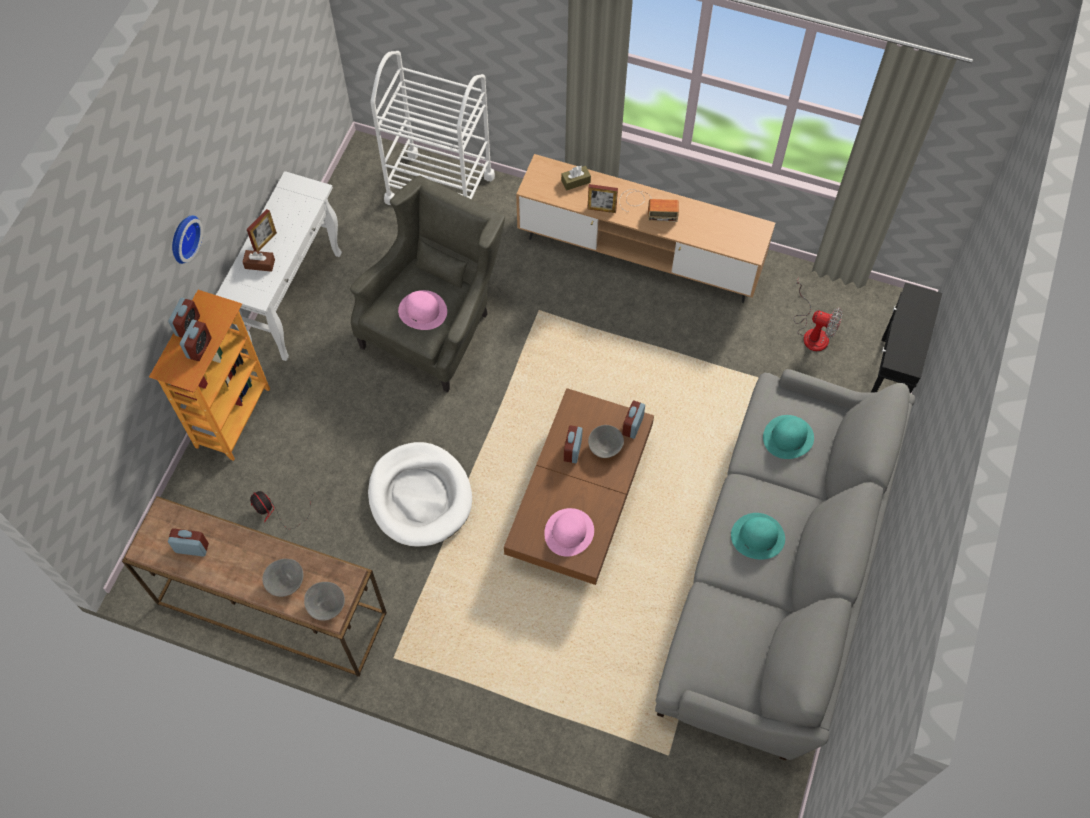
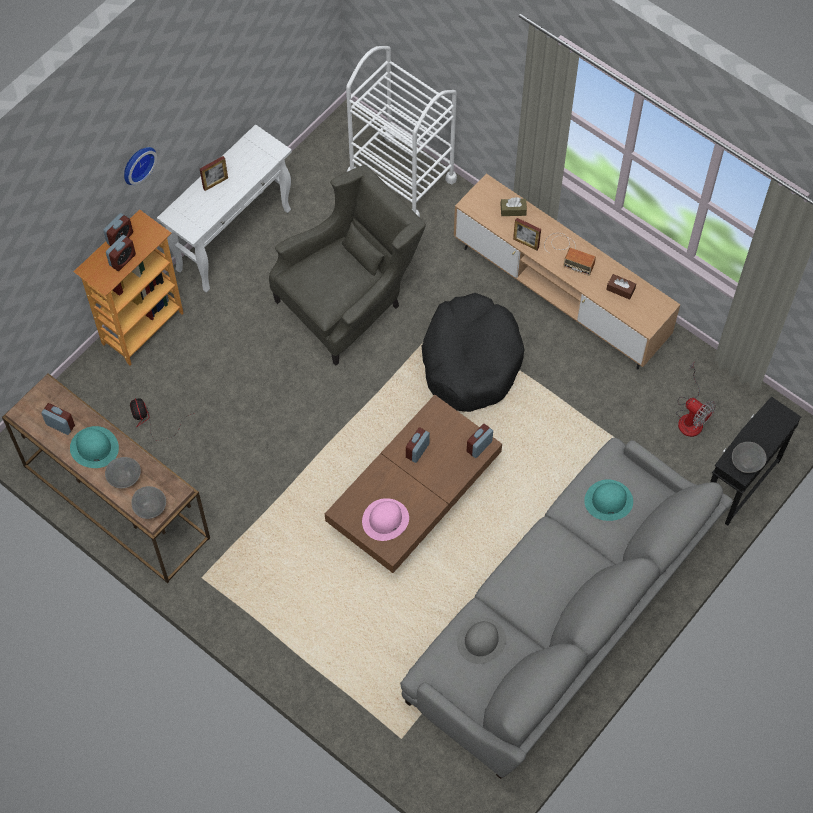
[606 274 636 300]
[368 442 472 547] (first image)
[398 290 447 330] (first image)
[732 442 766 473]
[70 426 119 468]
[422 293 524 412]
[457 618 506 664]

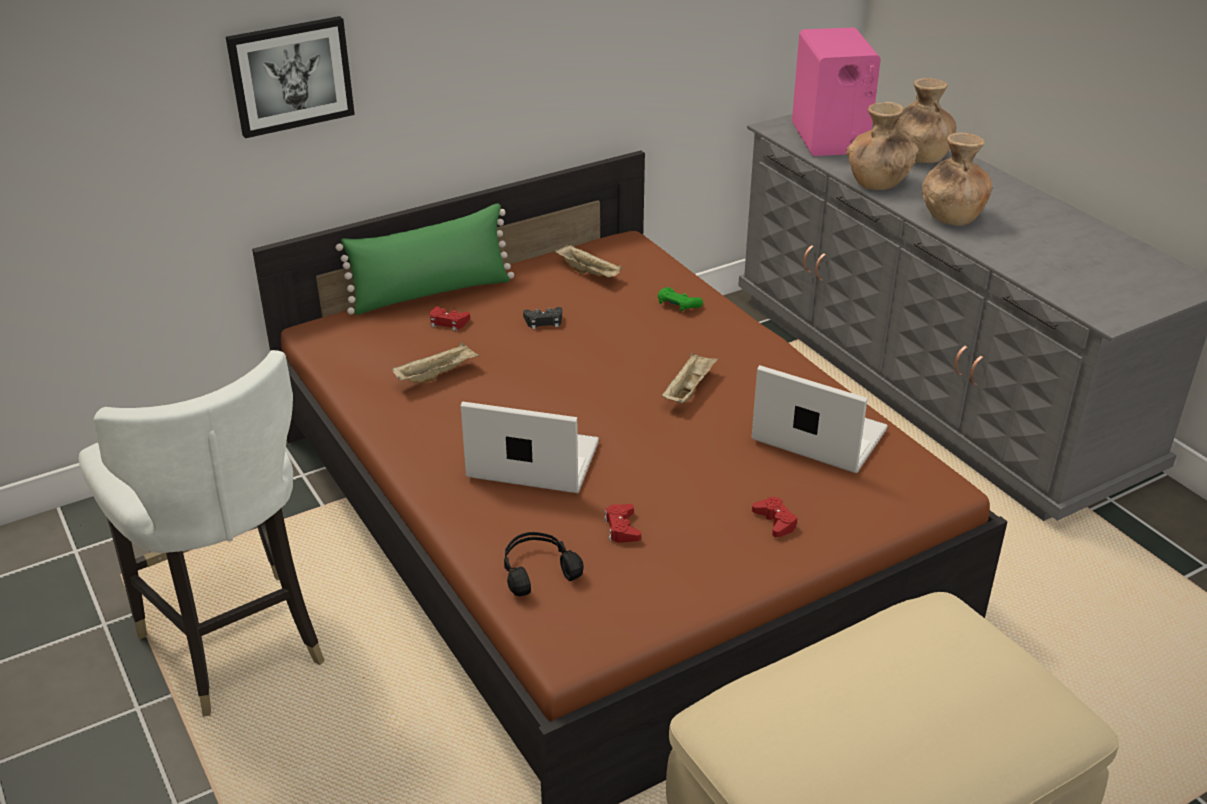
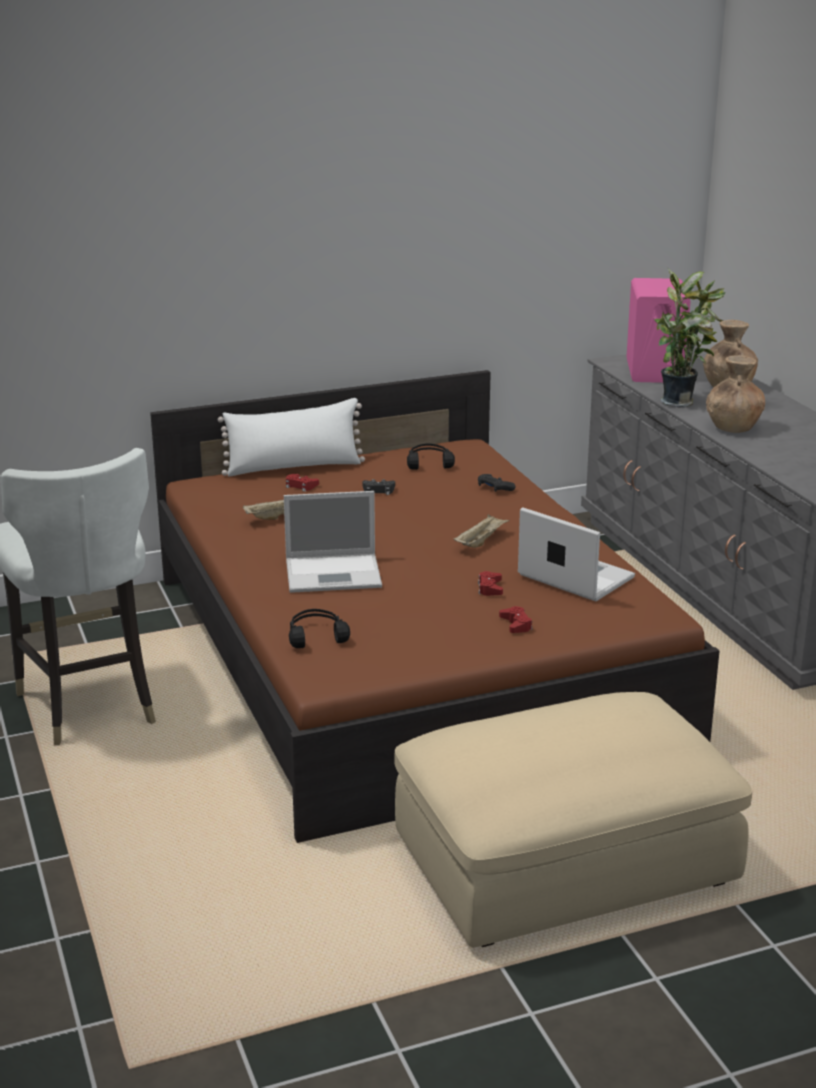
[226 16 355 138] (first image)
[218 398 365 476]
[284 491 382 593]
[407 443 455 470]
[478 571 503 596]
[478 474 515 492]
[654 267 726 407]

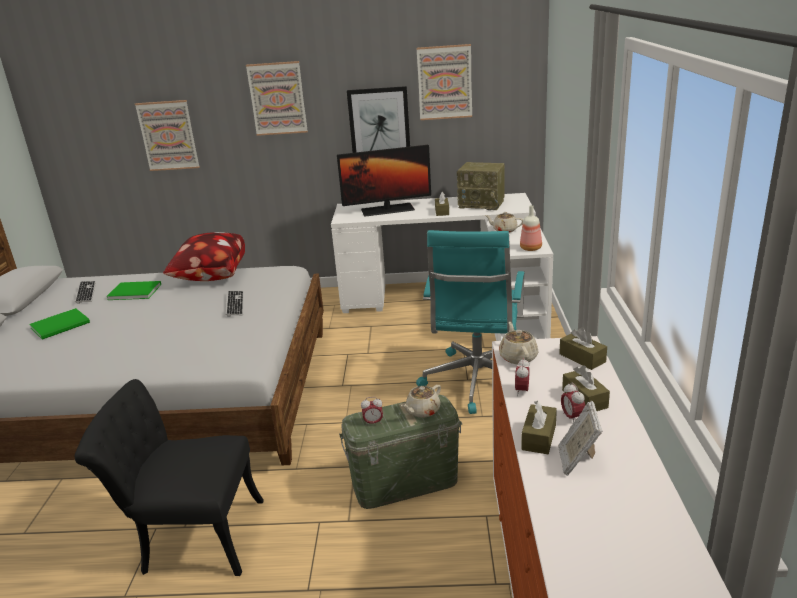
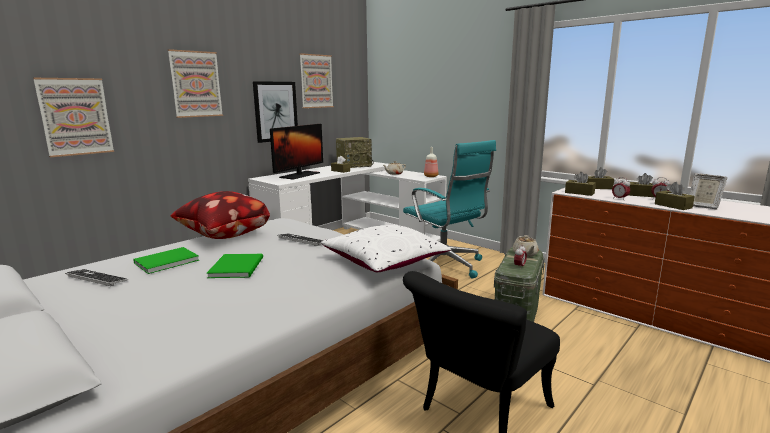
[207 254 263 278]
[565 172 596 196]
[321 225 451 272]

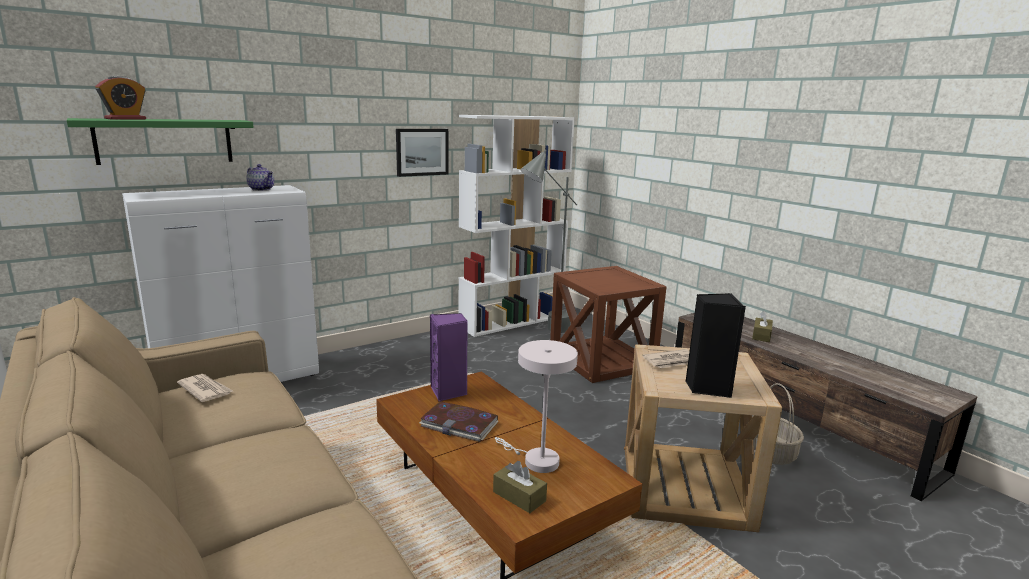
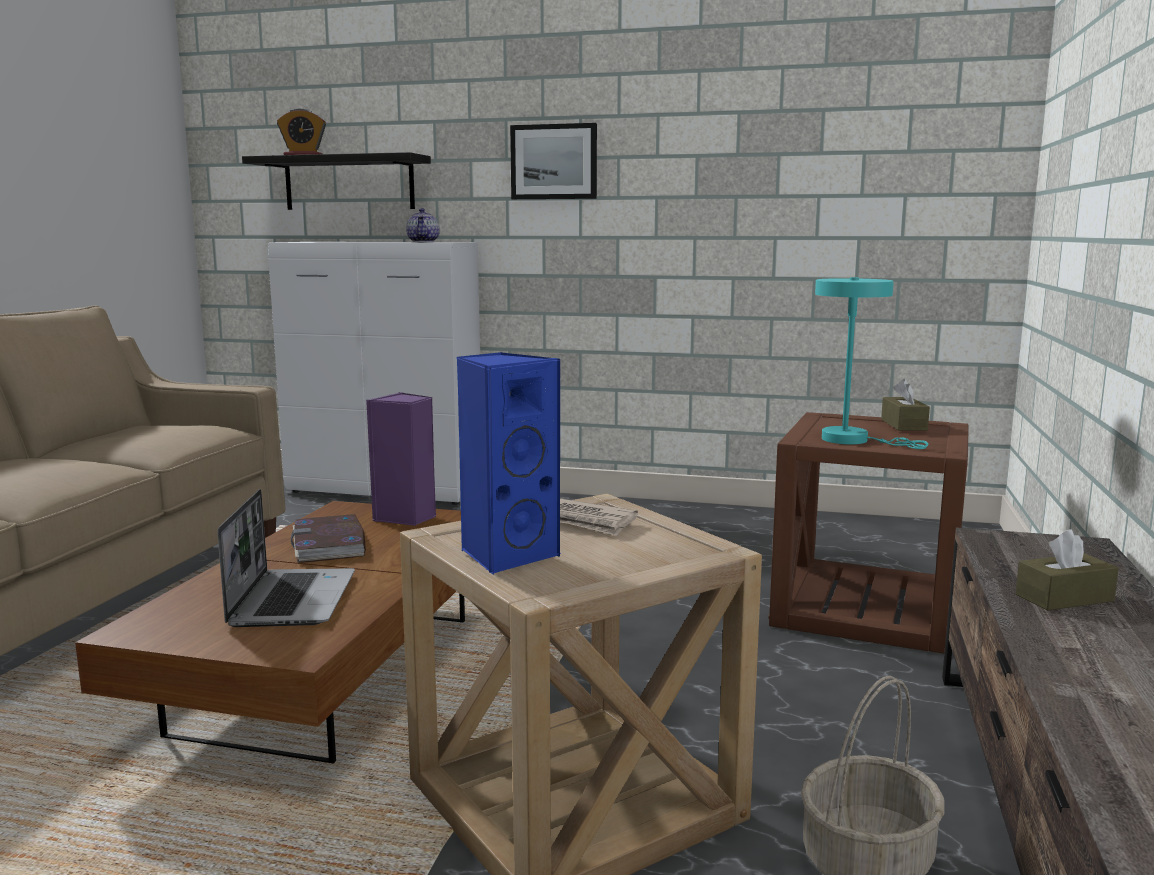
[242 152 431 210]
[177 374 233 402] (first image)
[510 123 597 199]
[459 115 575 337] (first image)
[881 379 930 431]
[217 489 355 627]
[520 150 577 333] (first image)
[457 352 561 575]
[815 277 928 449]

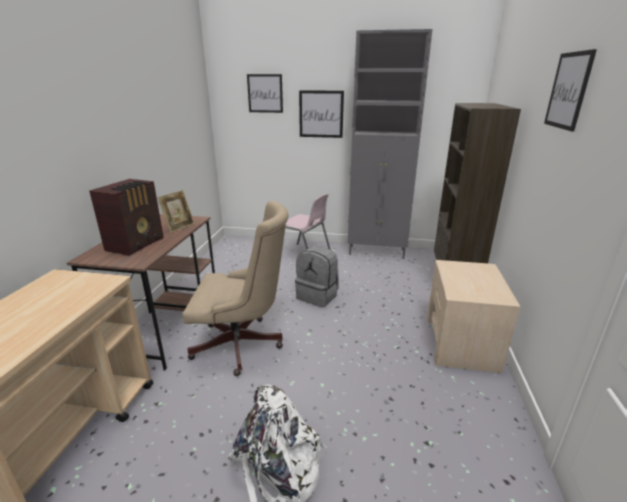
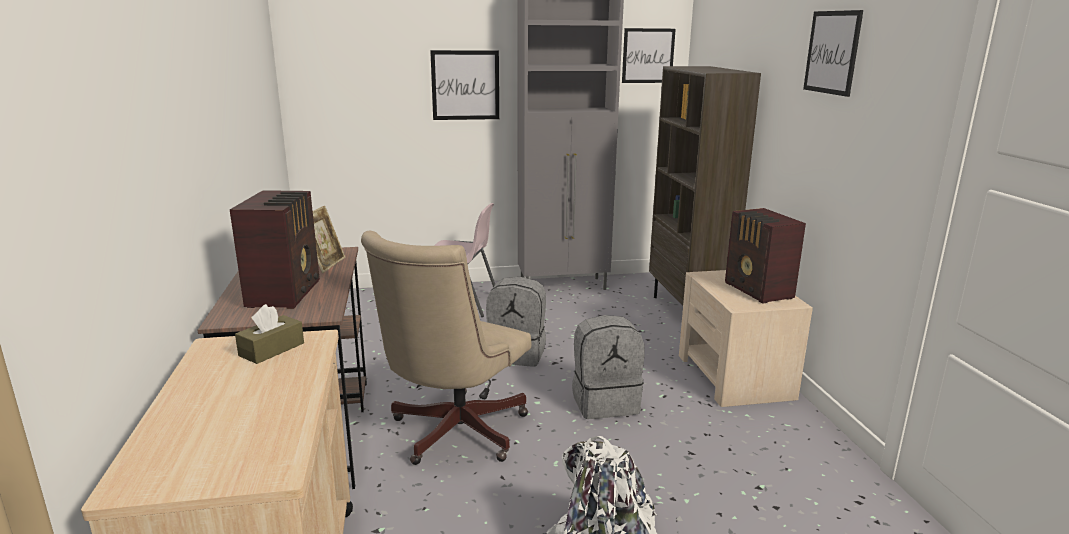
[361 231 531 465]
[622 28 676 83]
[235 304 304 364]
[572 315 645 419]
[725 208 806 304]

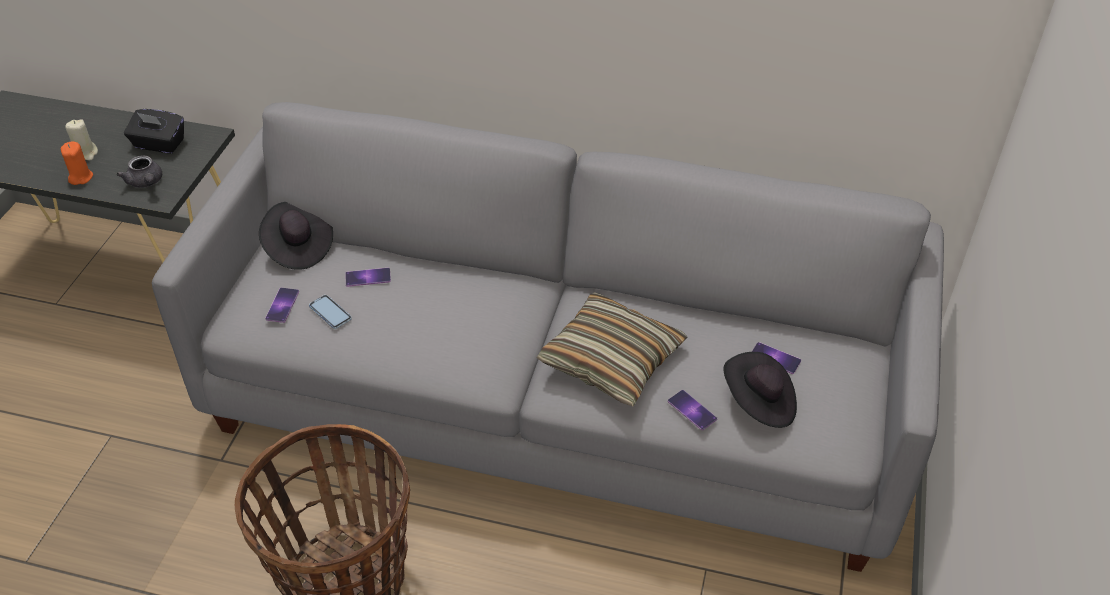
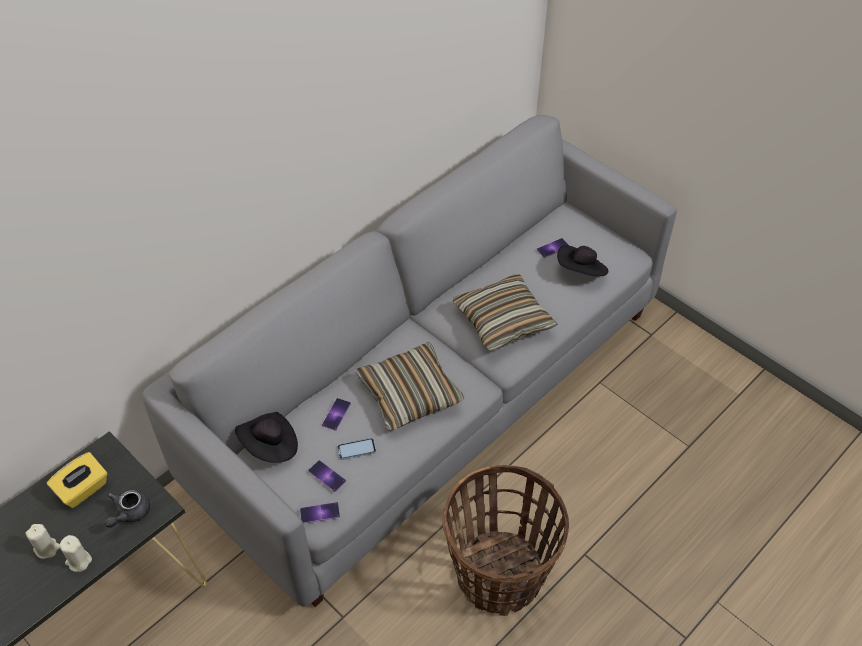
[59 535 92 572]
[105 490 150 528]
[47 452 107 508]
[300 502 340 524]
[356 342 464 430]

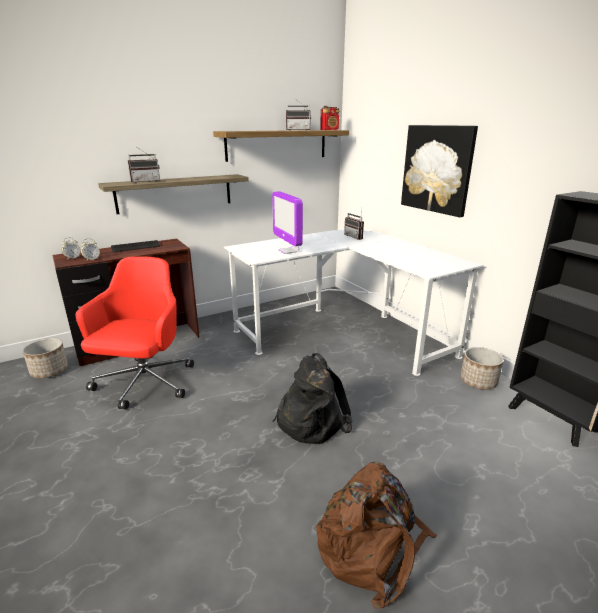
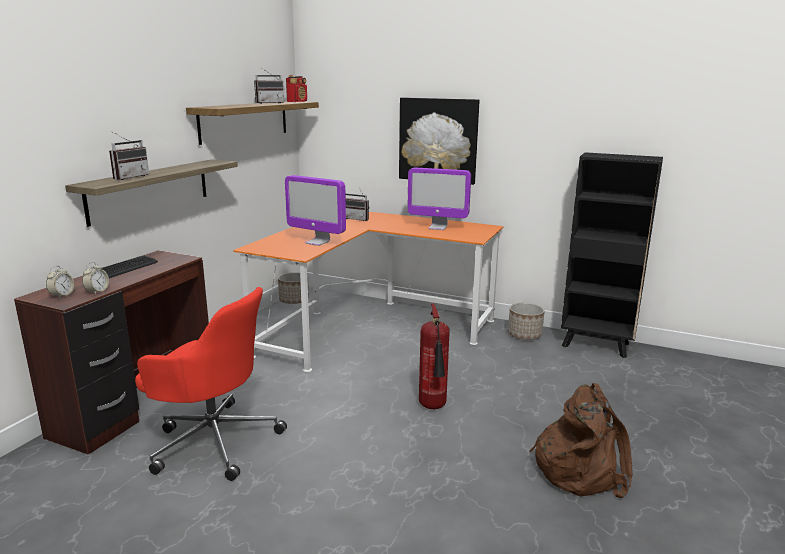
[278 272 309 304]
[135 287 287 481]
[233 212 504 372]
[419 303 450 409]
[408 168 471 230]

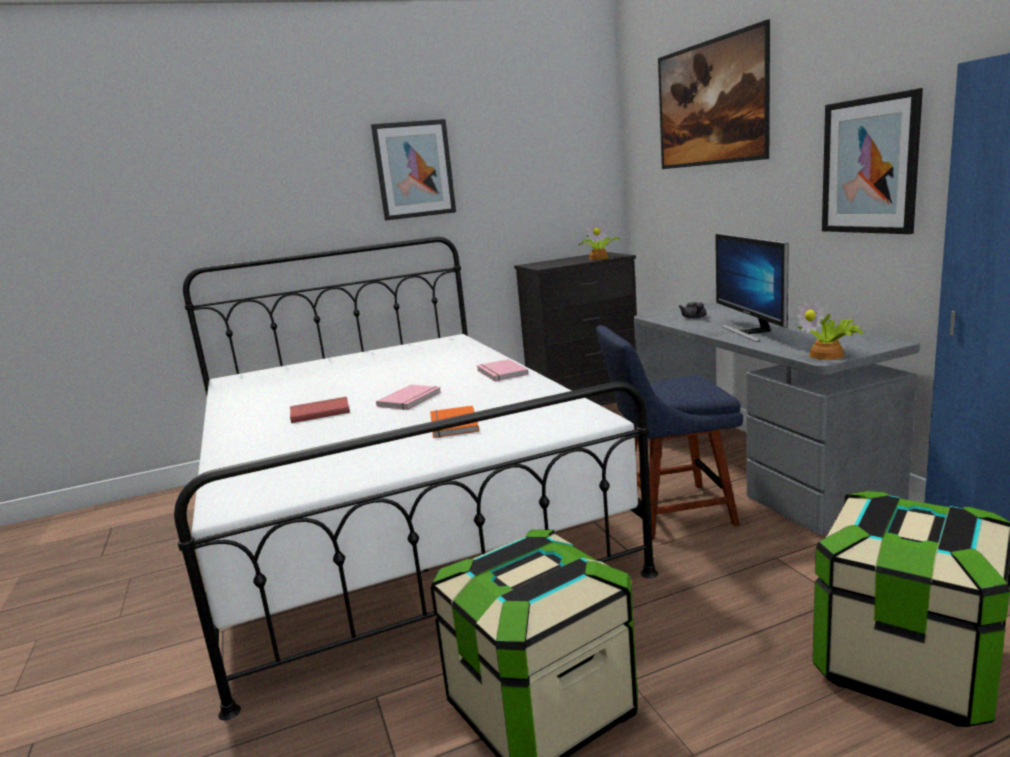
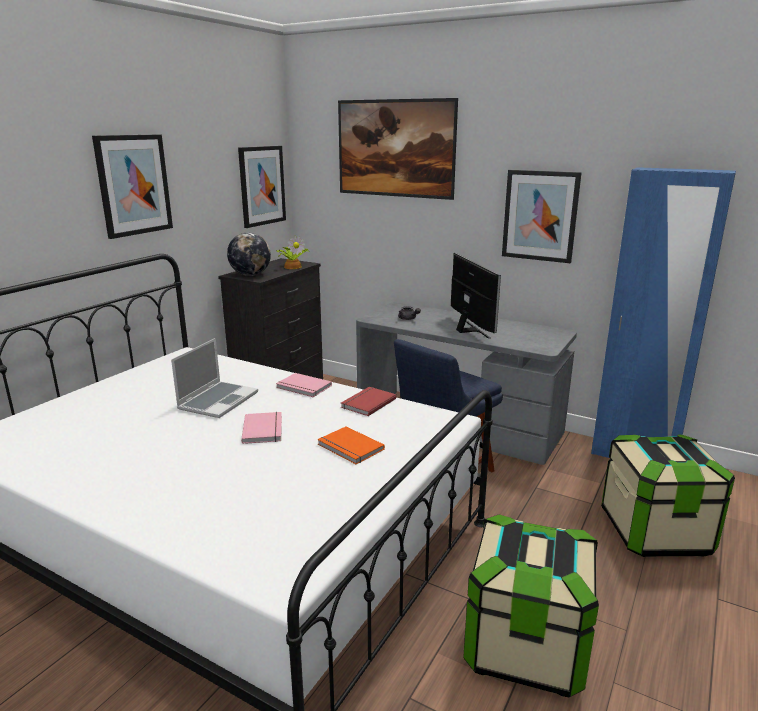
[341 387 397 416]
[451 253 501 339]
[797 298 864 360] (first image)
[171 338 258 418]
[227 232 271 276]
[238 146 286 228]

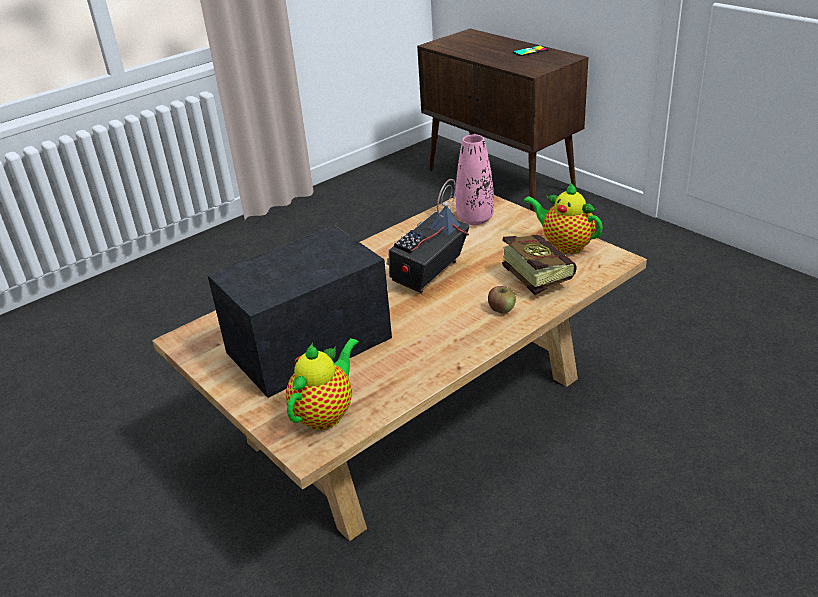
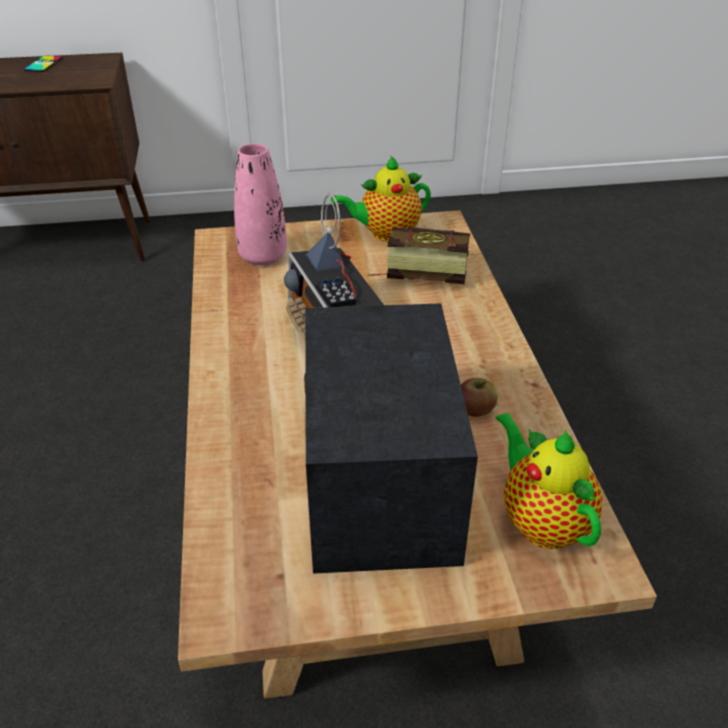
[461 378 498 417]

